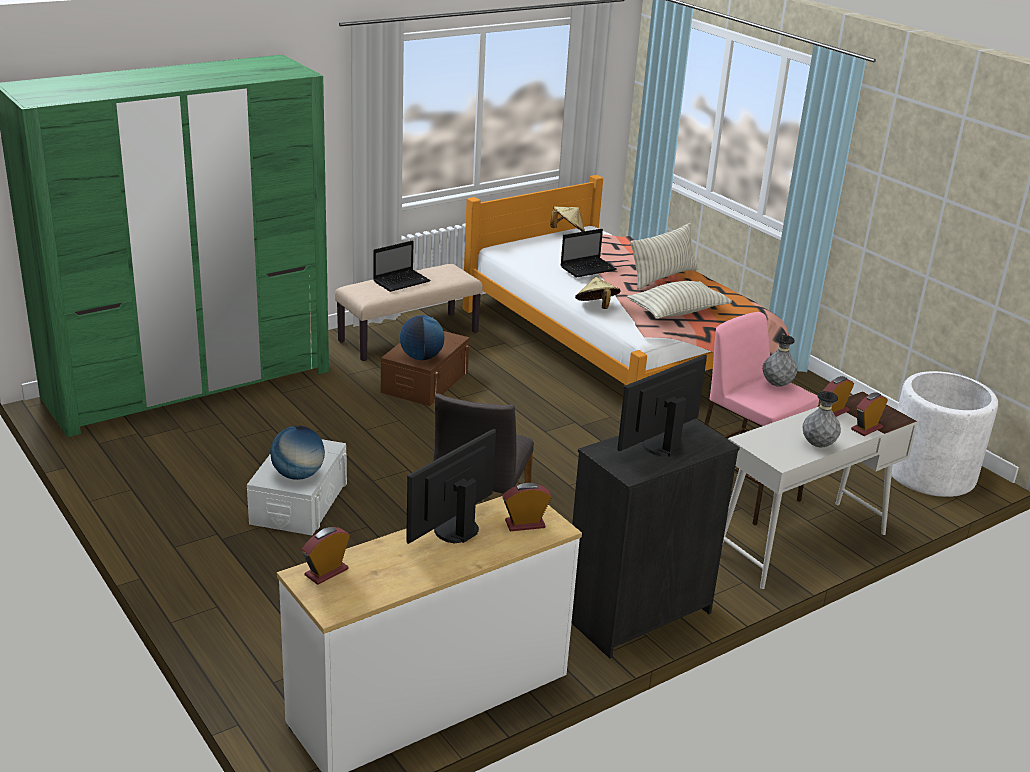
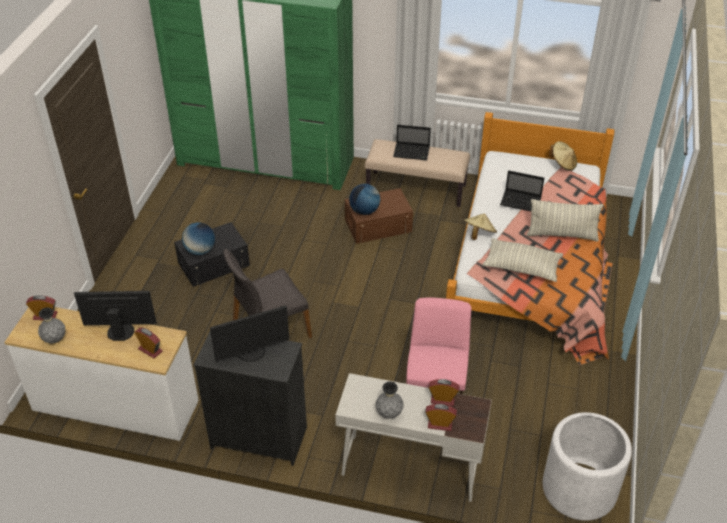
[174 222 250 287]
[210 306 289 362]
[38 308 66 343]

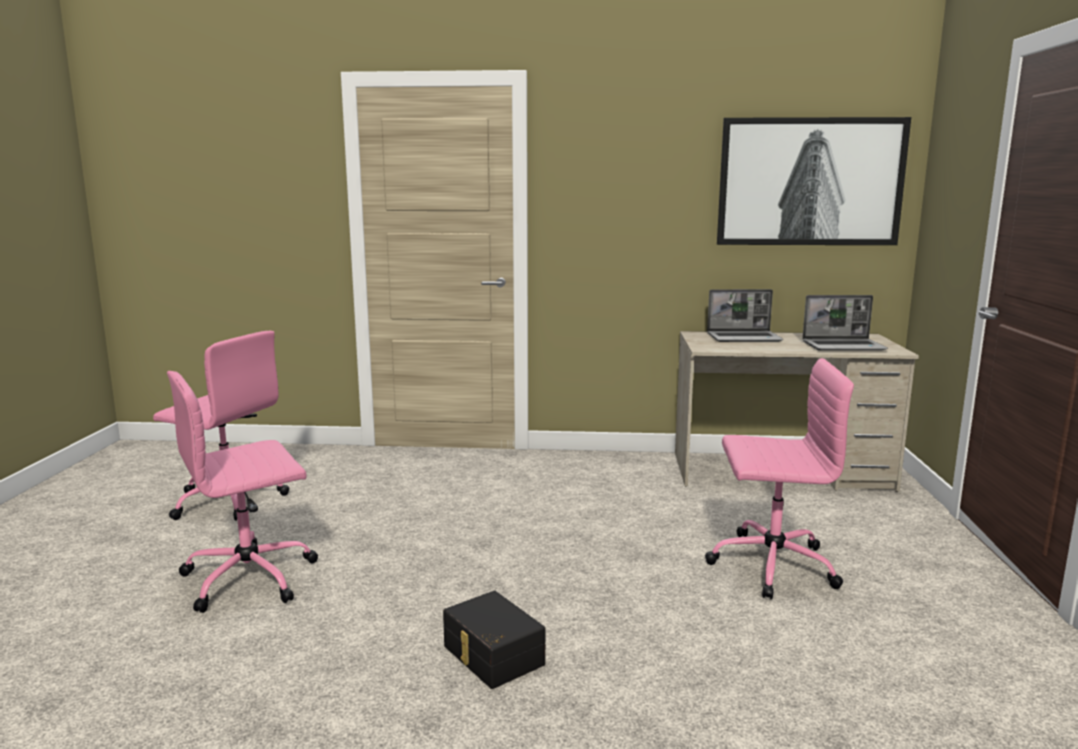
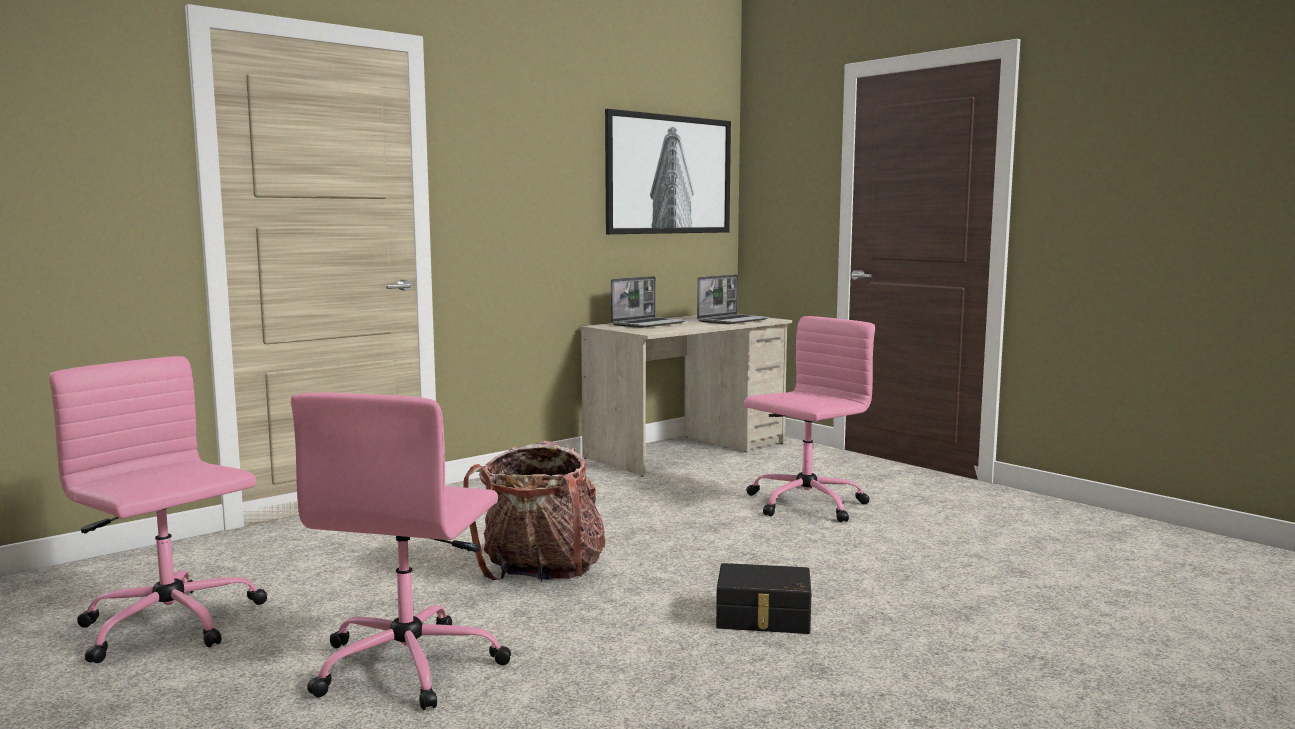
[49 356 267 663]
[463 441 605 582]

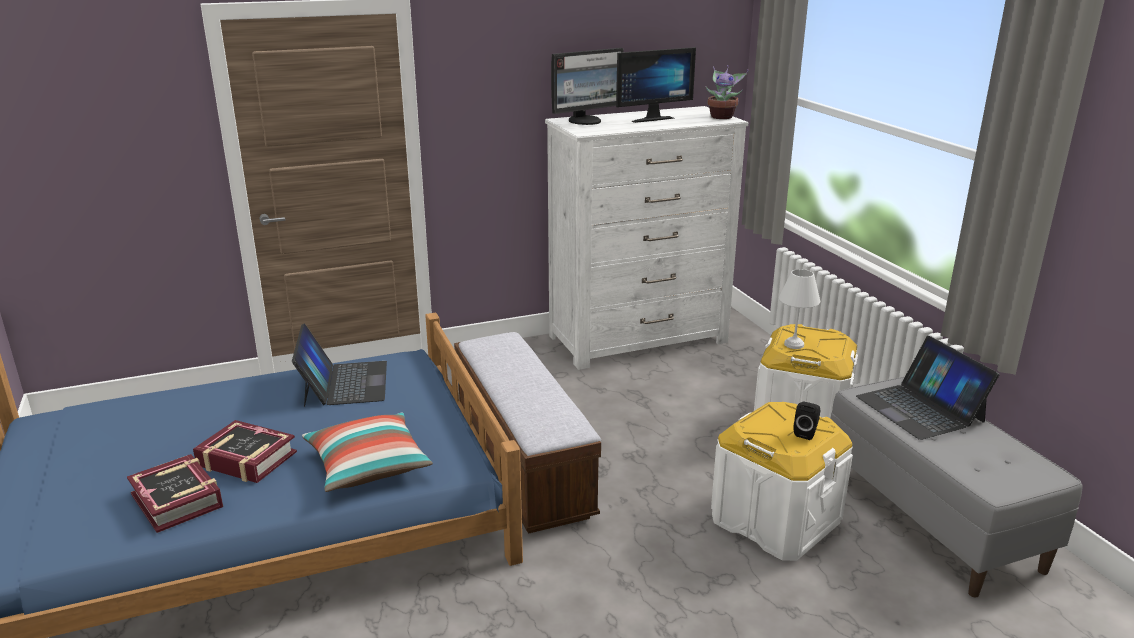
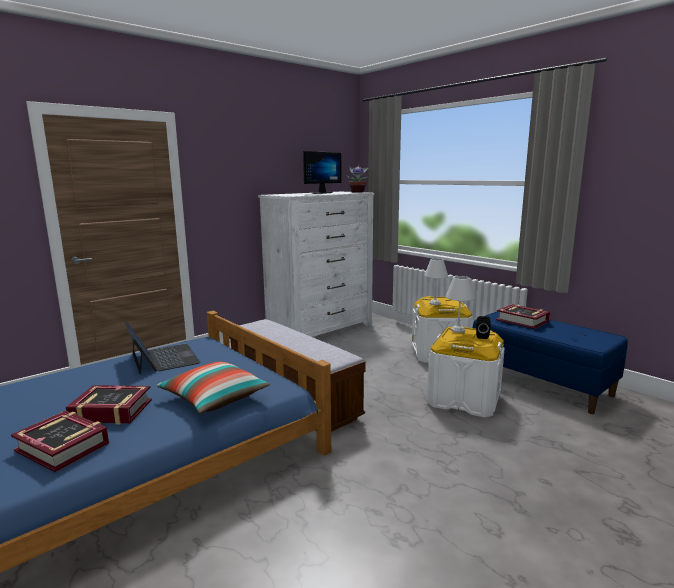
[551 48 623 125] (first image)
[473 311 628 414]
[496 304 550 329]
[446 276 475 333]

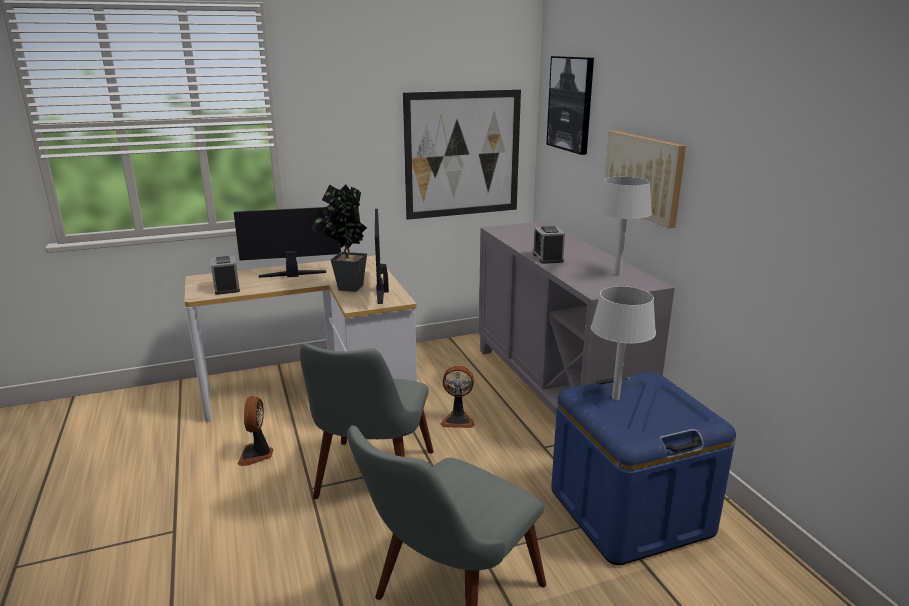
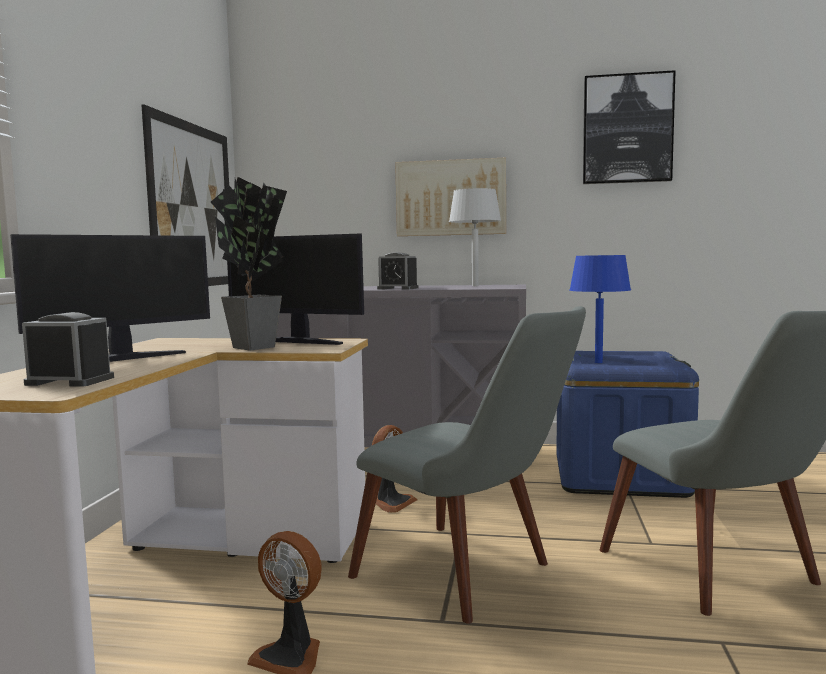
[10 234 210 362]
[583 70 676 184]
[570 255 631 363]

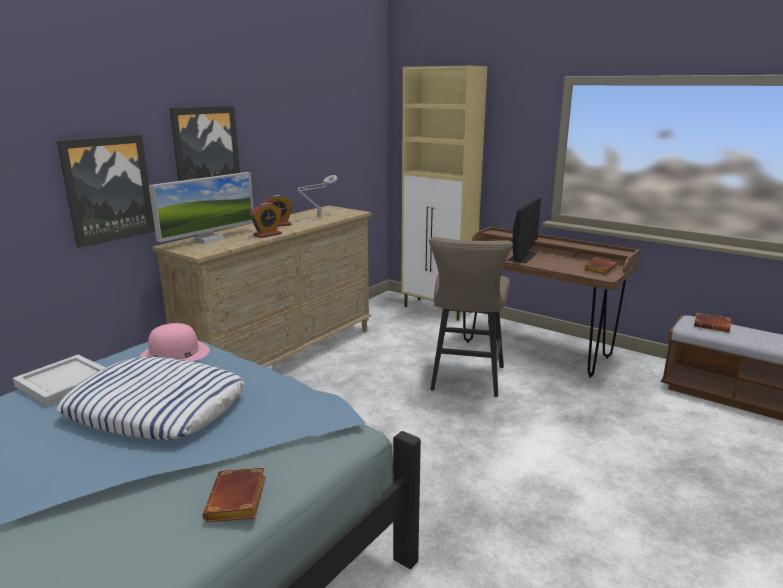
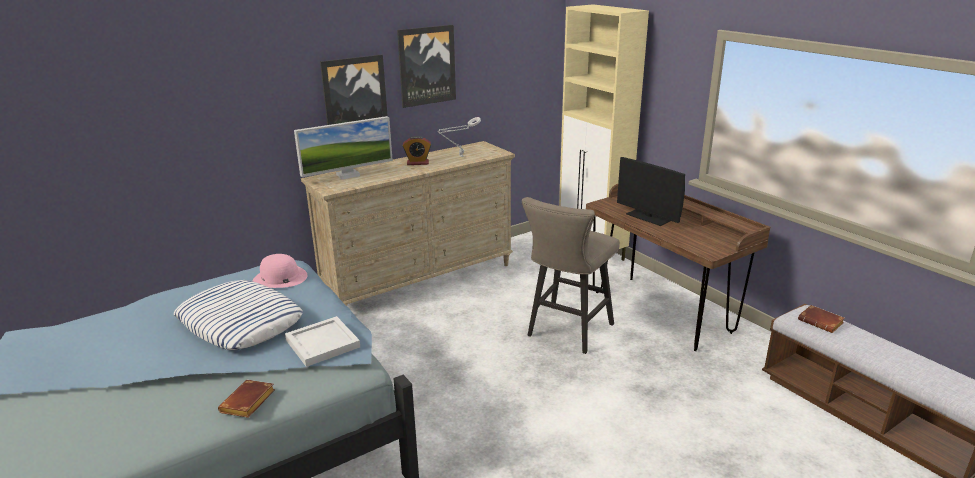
[285 316 360 367]
[397 25 456 108]
[250 203 282 238] (first image)
[617 157 685 226]
[584 258 617 274] (first image)

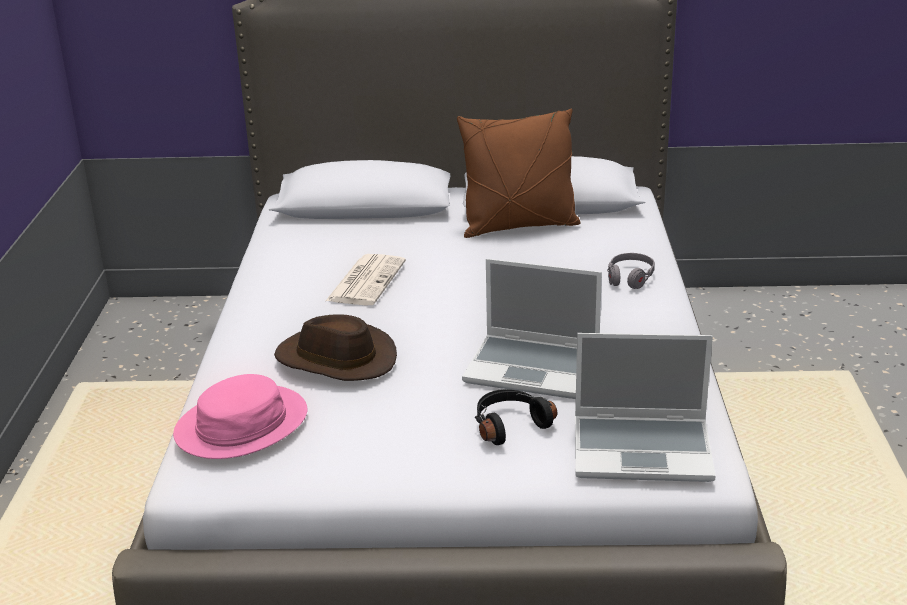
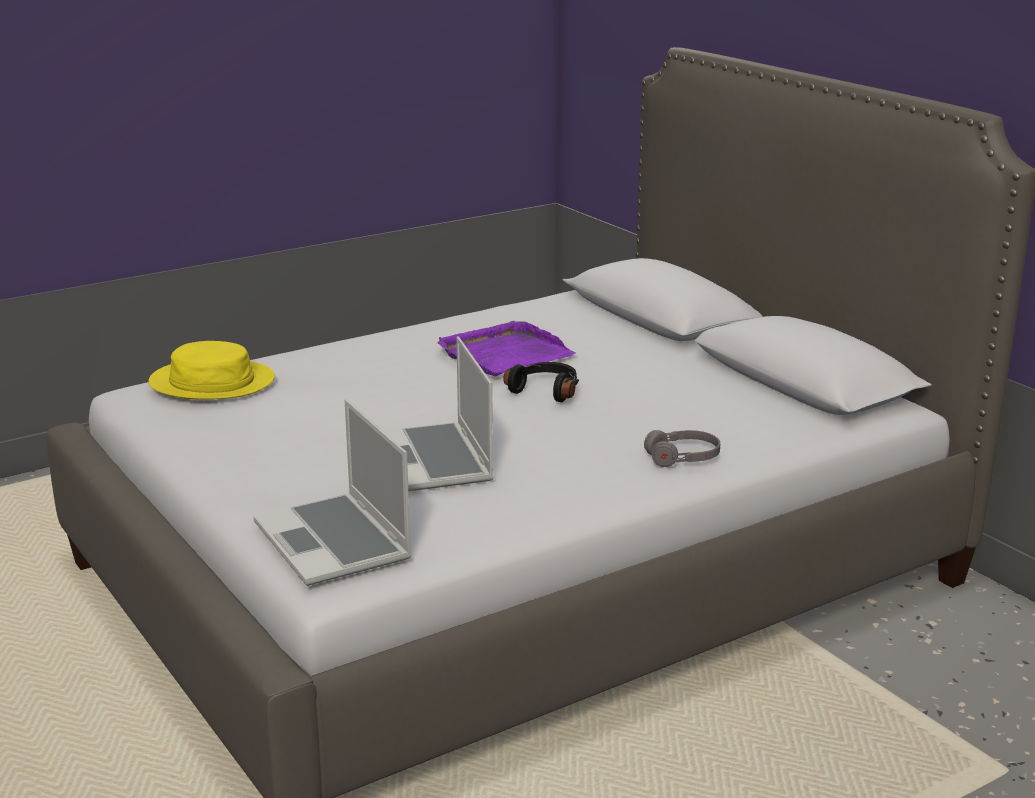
[148 341 275 399]
[274 314 397 381] (first image)
[437 321 576 376]
[457 109 581 238] (first image)
[503 362 579 402]

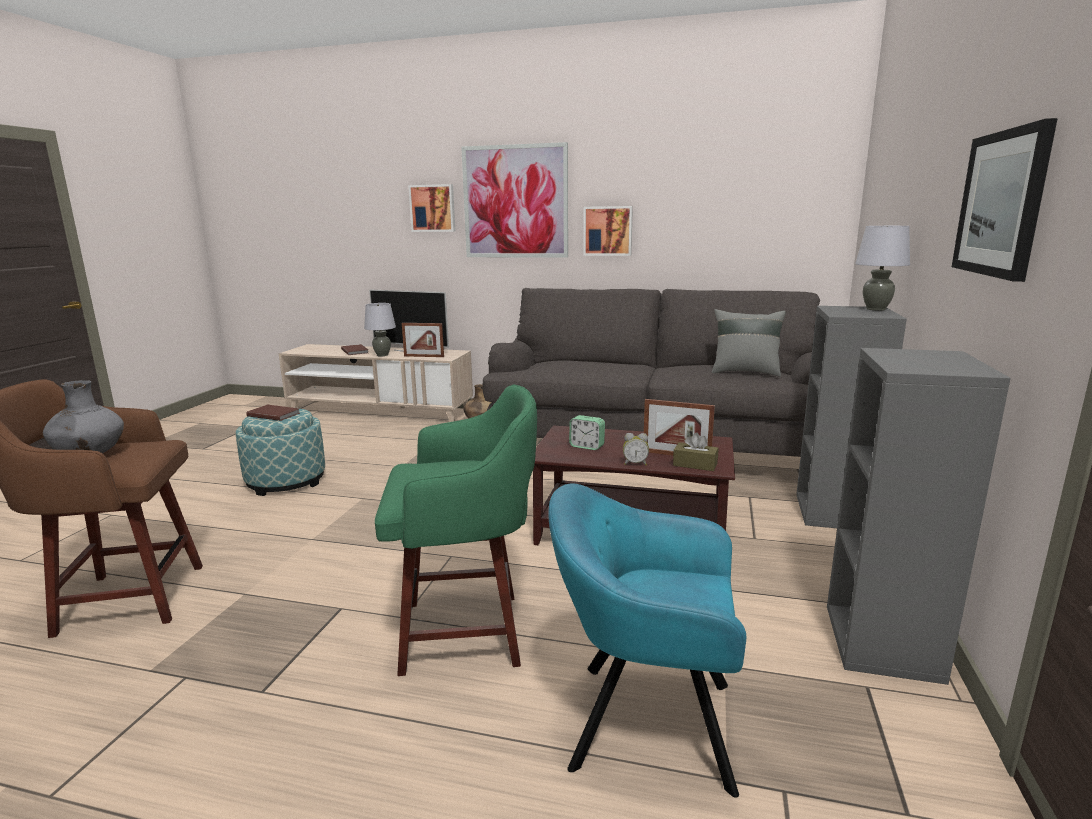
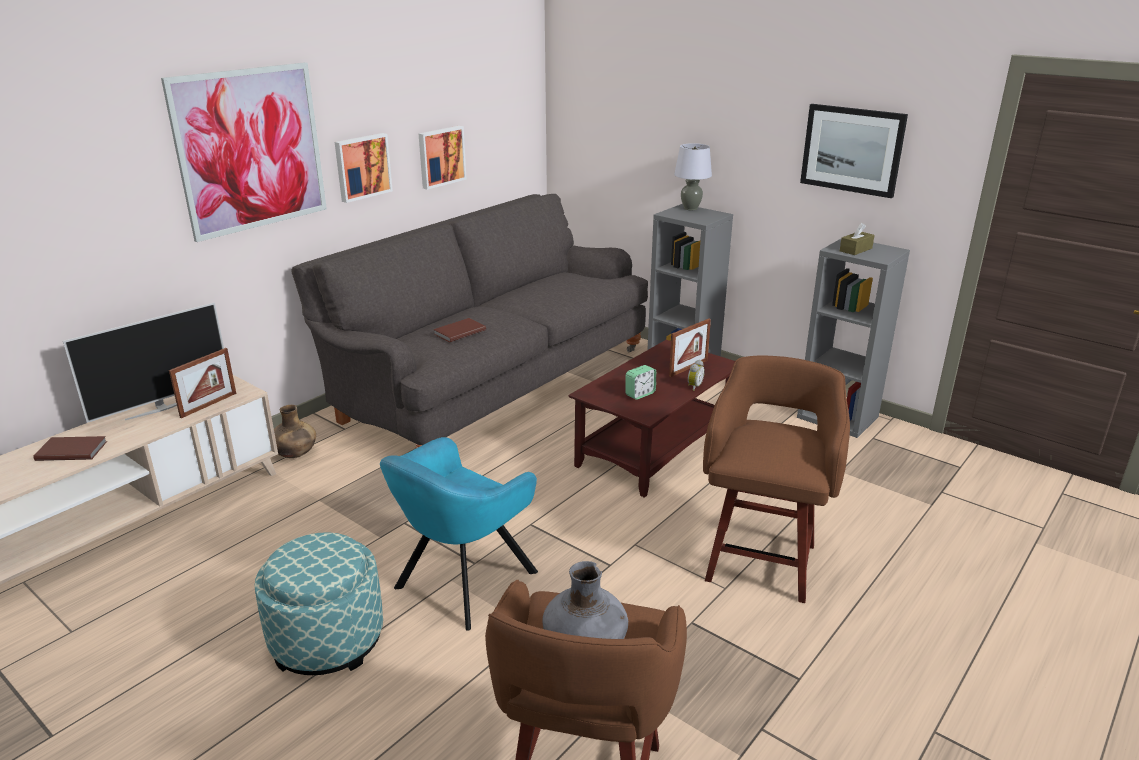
[433 318 486 342]
[364 303 396 356] (first image)
[703 356 850 603]
[419 126 466 190]
[380 437 538 631]
[840 223 874 255]
[711 309 786 377] (first image)

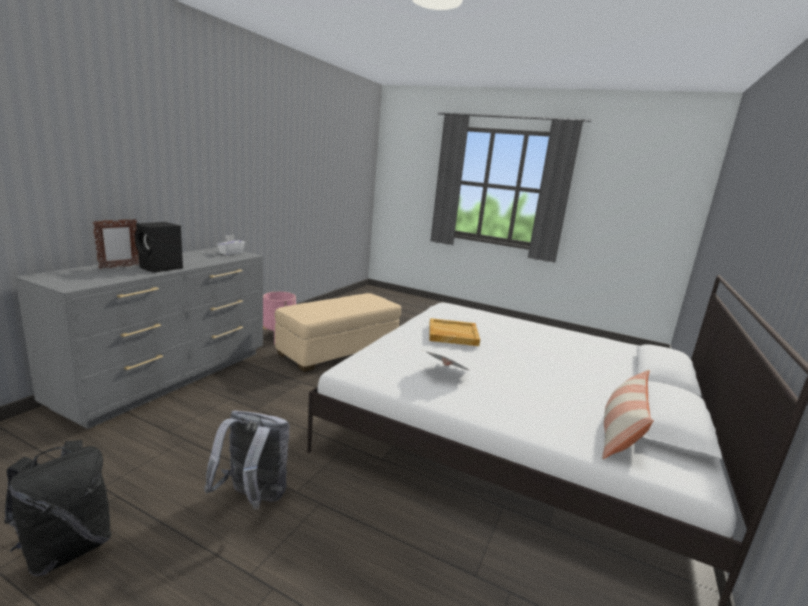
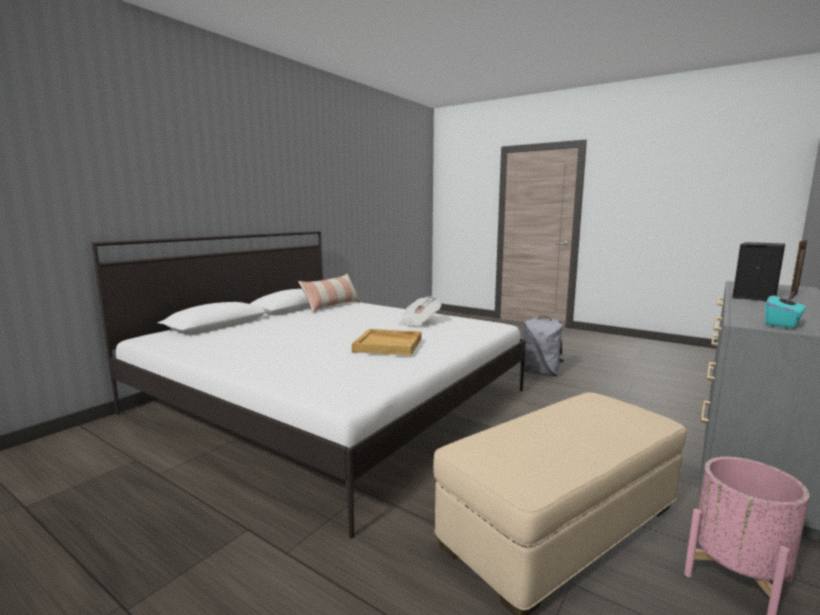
[4 440 112 576] (first image)
[765 290 806 329]

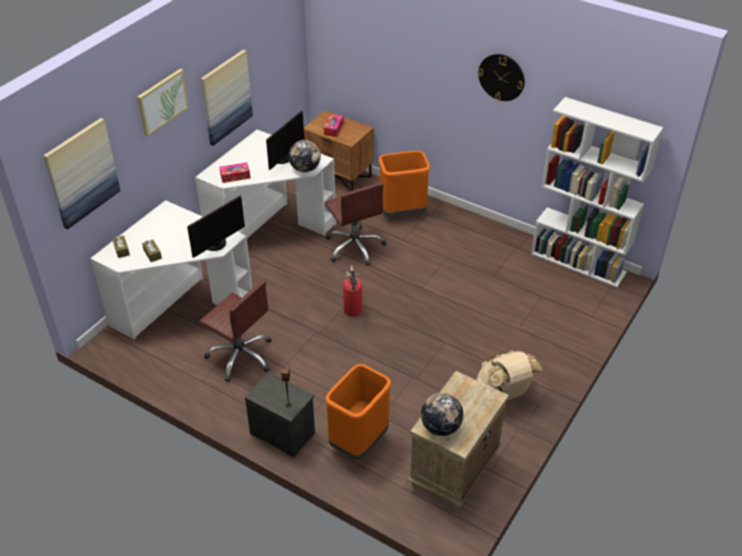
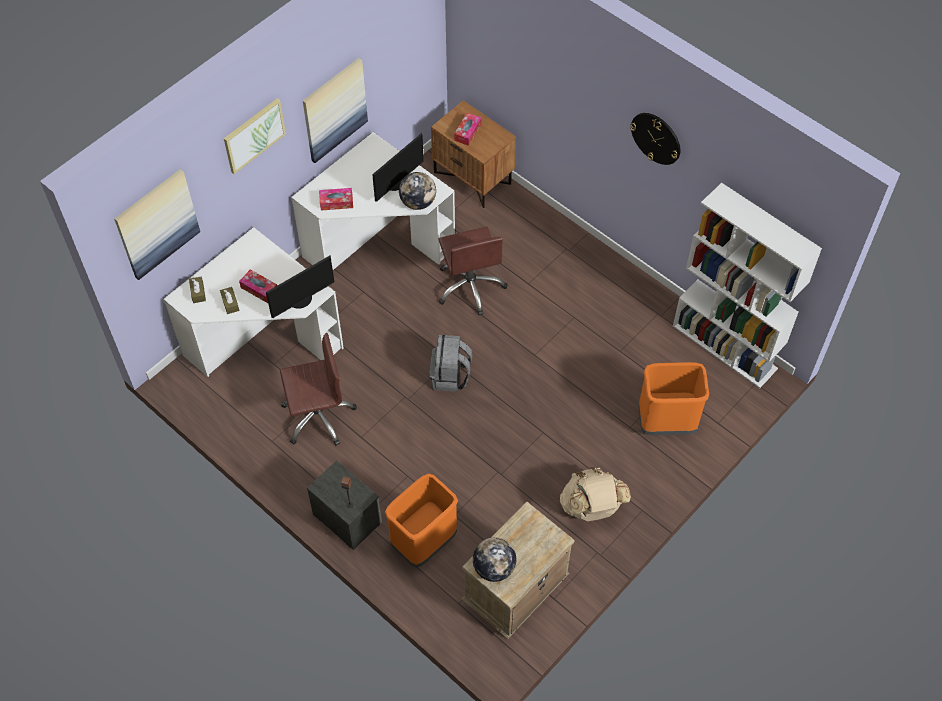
[280 333 357 446]
[430 335 472 392]
[638 362 709 435]
[239 269 277 303]

